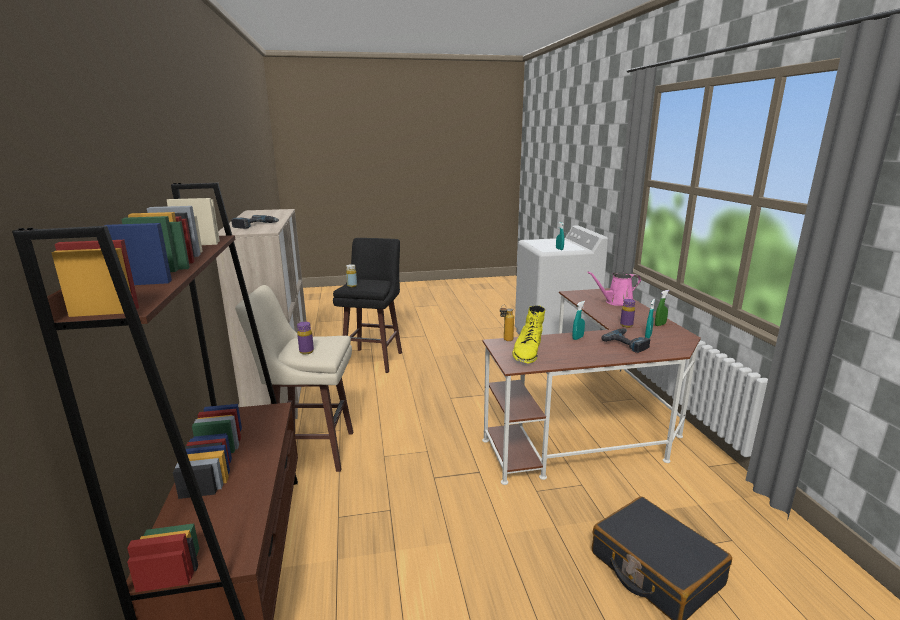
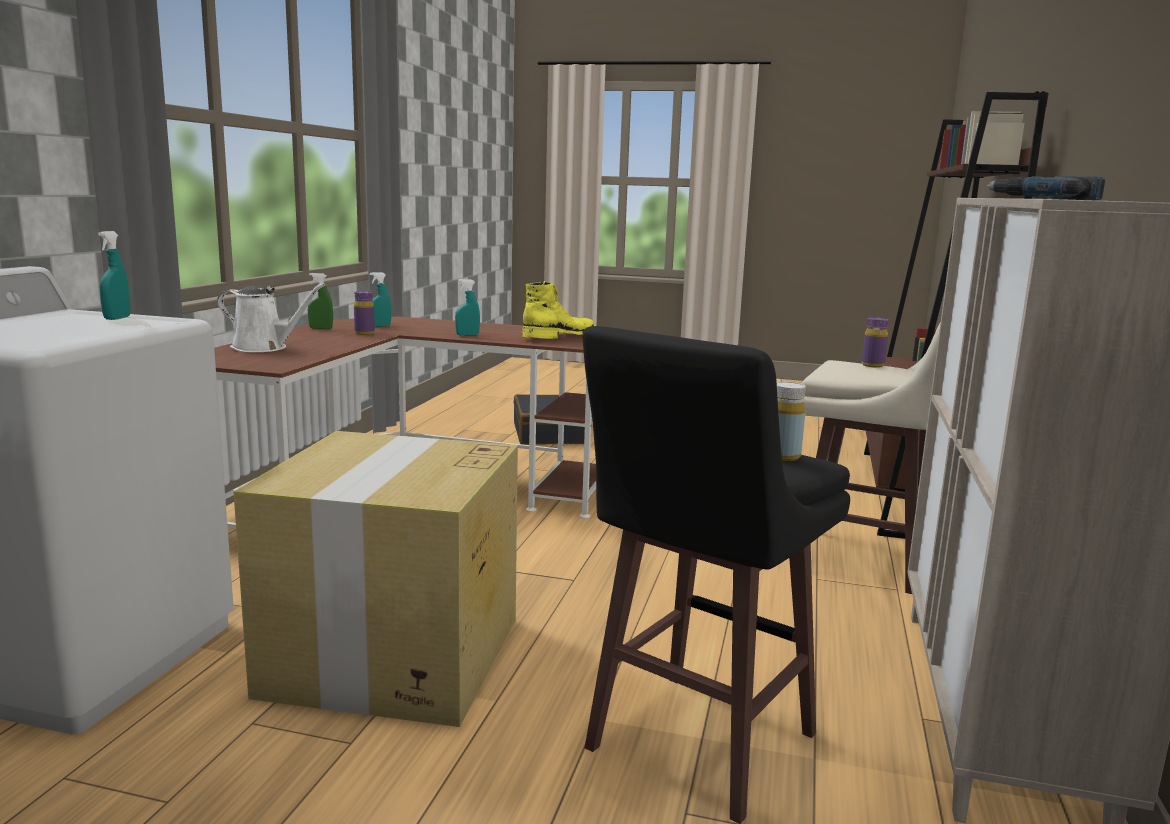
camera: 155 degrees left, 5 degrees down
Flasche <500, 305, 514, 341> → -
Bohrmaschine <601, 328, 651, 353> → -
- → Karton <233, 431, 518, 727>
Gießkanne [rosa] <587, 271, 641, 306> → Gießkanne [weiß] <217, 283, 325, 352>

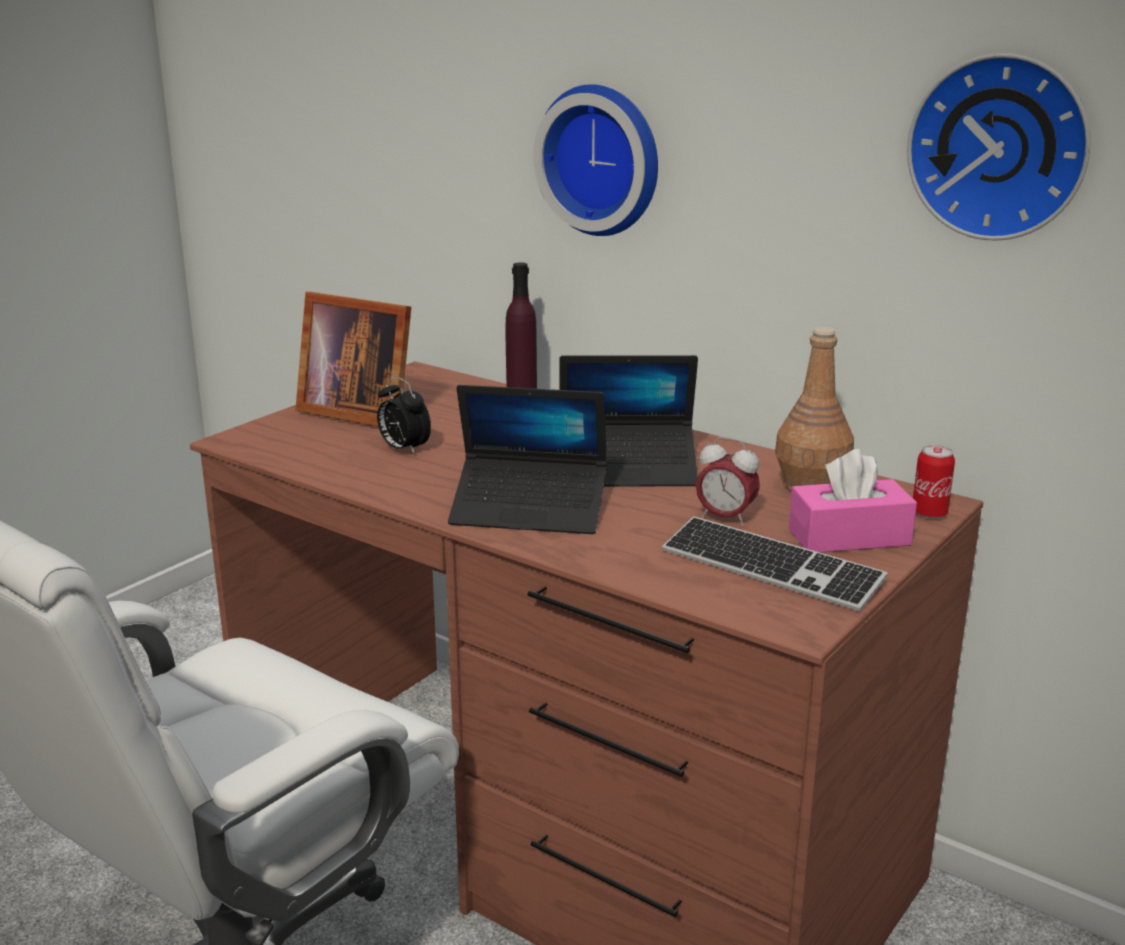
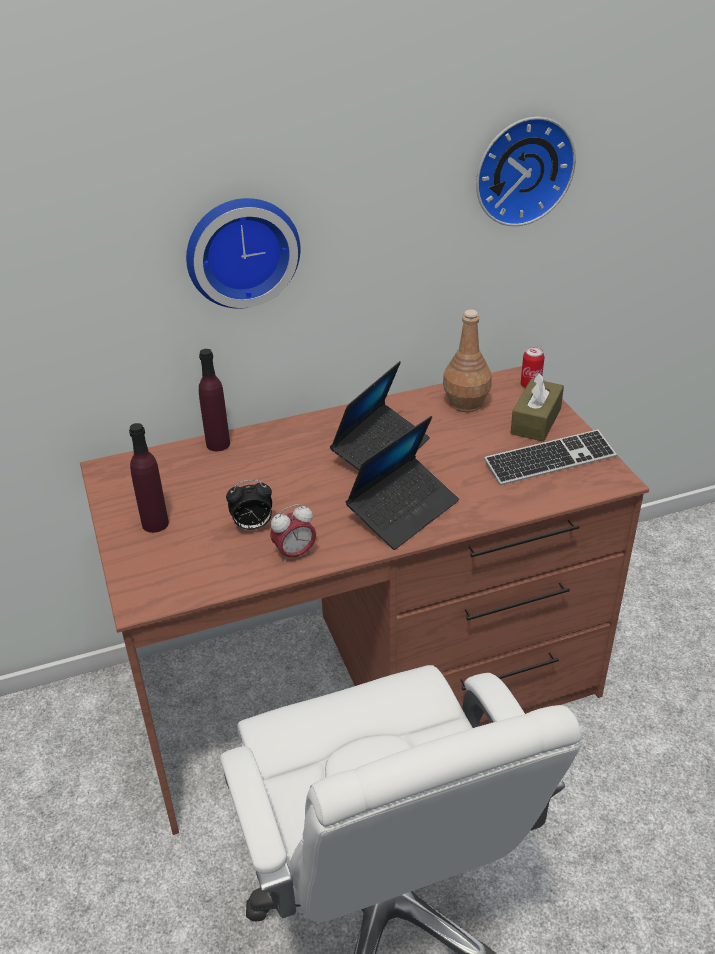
camera: 55 degrees left, 15 degrees up
Wecker <696, 437, 760, 526> → Wecker <270, 504, 316, 564>, shifted
Bilderrahmen <295, 292, 411, 427> → Flasche [lila] <129, 423, 169, 533>
Taschentuchbox [rosa] <789, 449, 917, 553> → Taschentuchbox [braun] <510, 373, 564, 442>

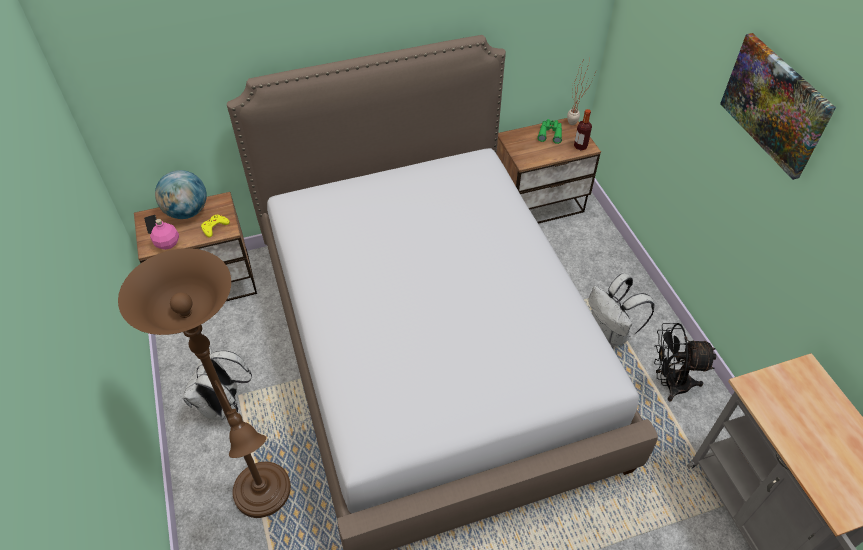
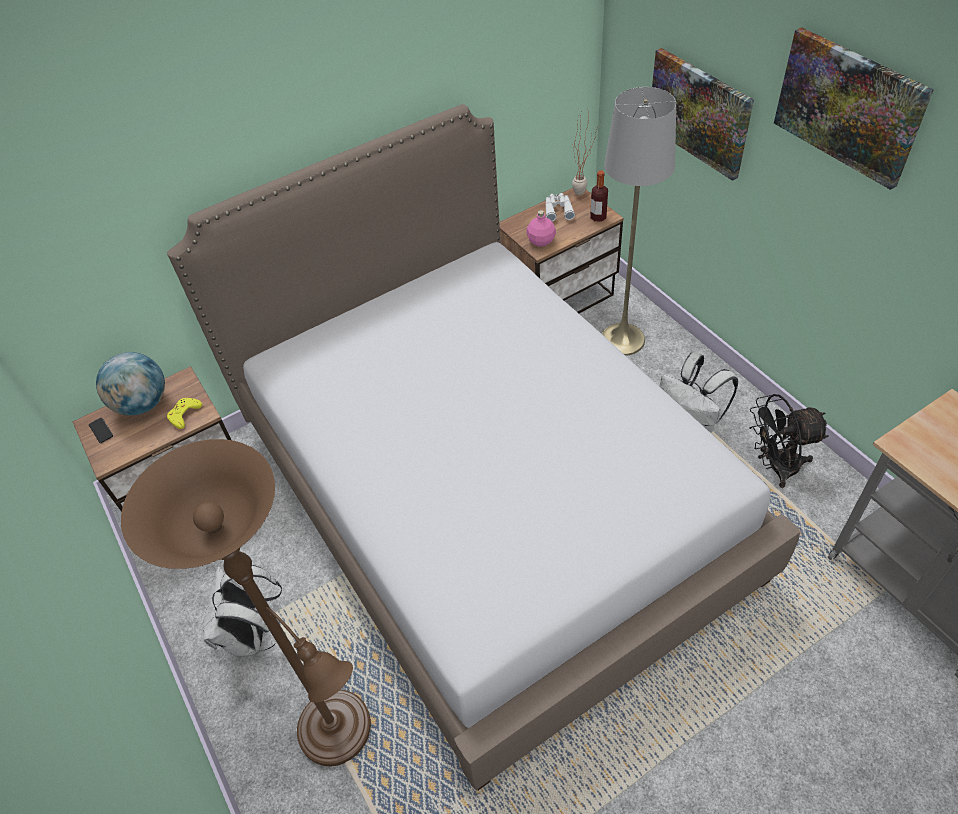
camera: 10 degrees left, 0 degrees up
- → Stehlampe [grau] <602, 87, 676, 356>
- → Bild <652, 48, 754, 181>
Flasche [rosa] <150, 219, 179, 250> → Flasche [rosa] <526, 210, 556, 246>, shifted
Fernglas [grün] <537, 119, 562, 144> → Fernglas [weiß] <545, 193, 575, 222>

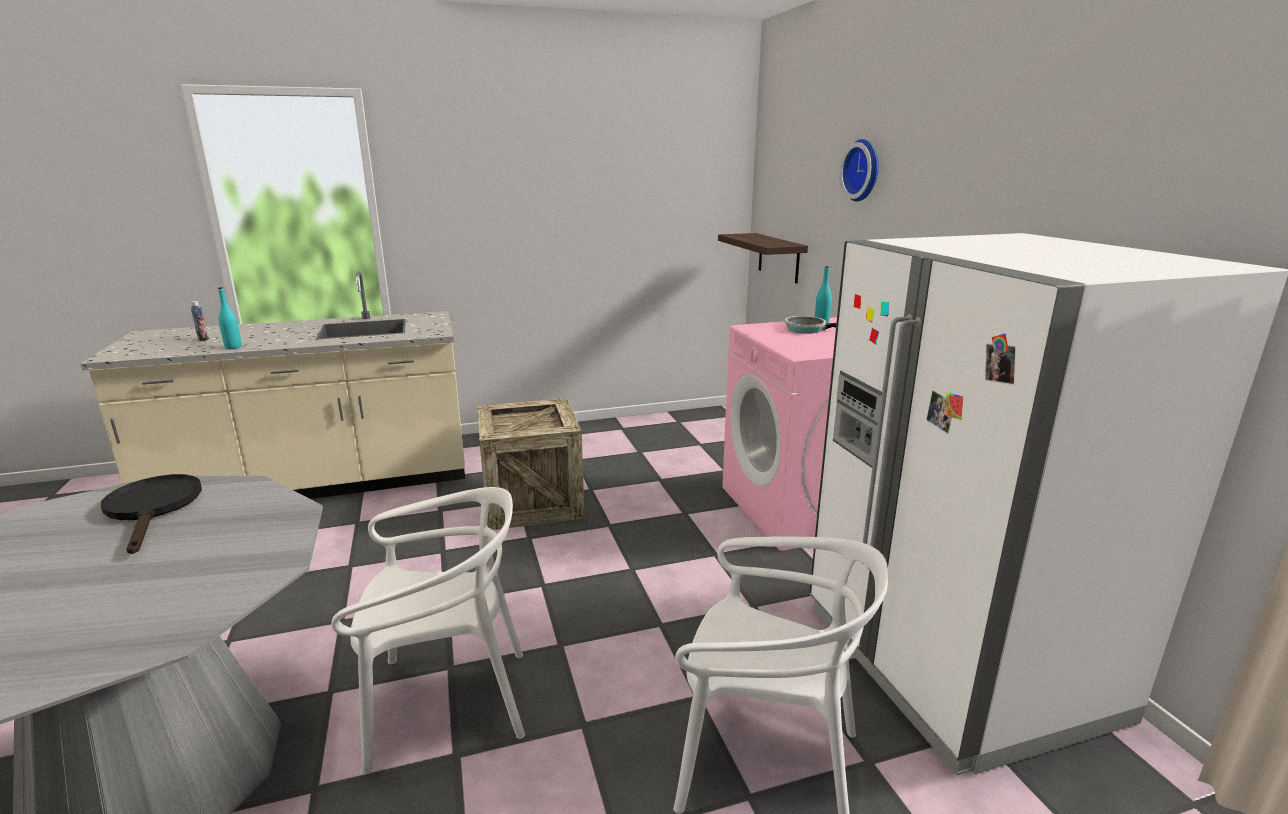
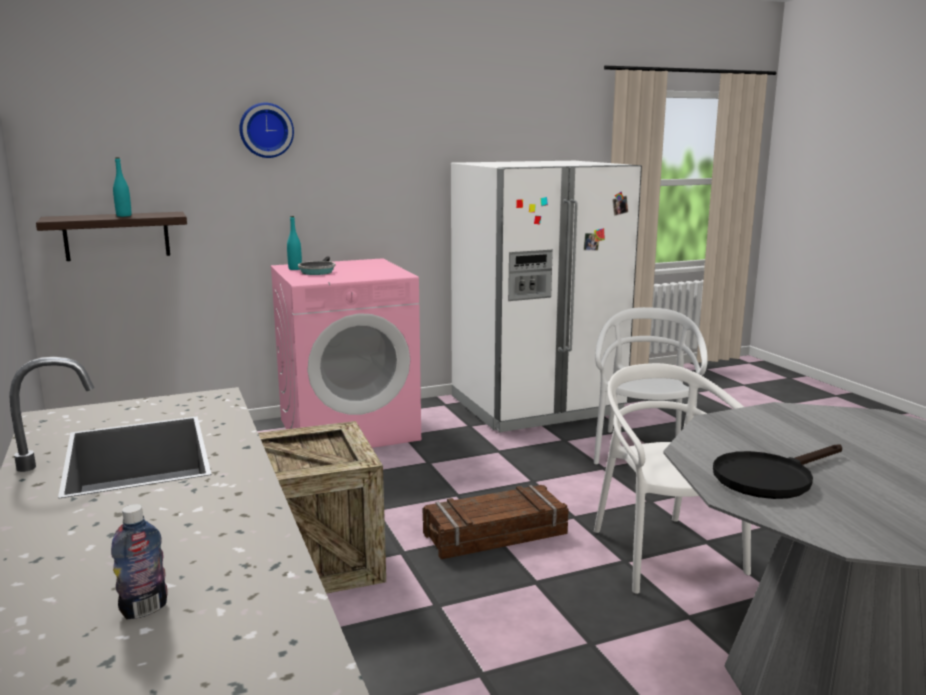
camera: 95 degrees left, 5 degrees down
- → Kiste <423, 485, 569, 559>
Flasche [türkis] <218, 287, 242, 349> → Flasche [türkis] <113, 157, 131, 217>, shifted

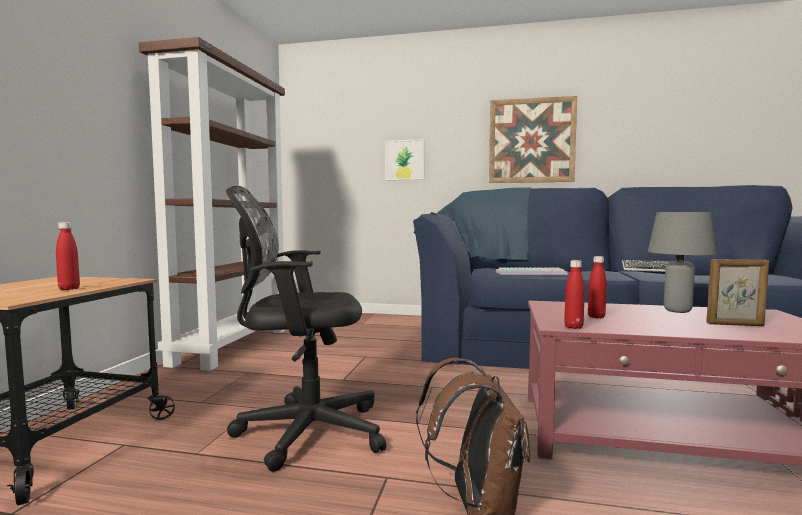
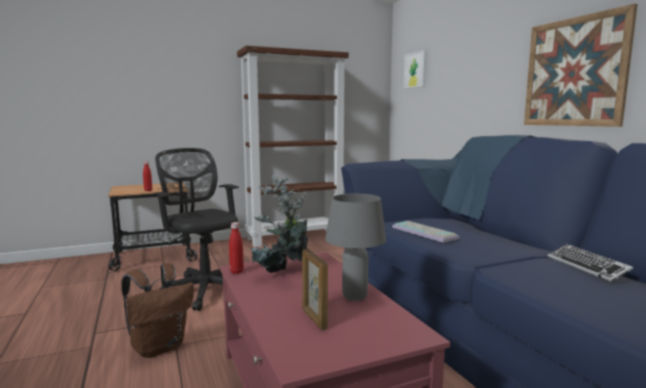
camera: 55 degrees right, 5 degrees up
Bild <385, 139, 424, 180> → Bild <403, 50, 426, 89>, shifted
Flasche [rot] <588, 256, 607, 318> → Topfpflanze <251, 174, 308, 273>

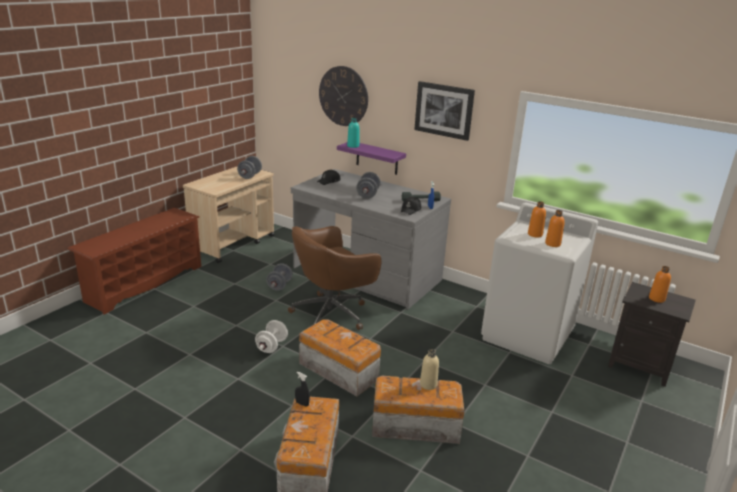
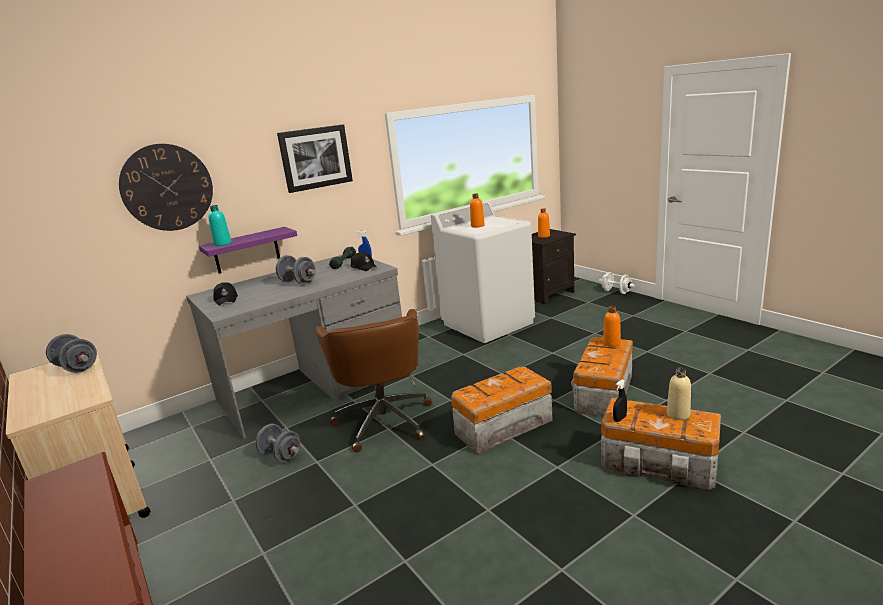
camera: 65 degrees left, 5 degrees down
Hantel [weiß] <255, 320, 288, 353> → Hantel [weiß] <599, 272, 634, 294>, shifted
Flasche [beige] <420, 349, 439, 390> → Flasche [beige] <667, 368, 691, 420>, shifted
Flasche [orange] <545, 210, 565, 247> → Flasche [orange] <603, 306, 621, 347>, shifted

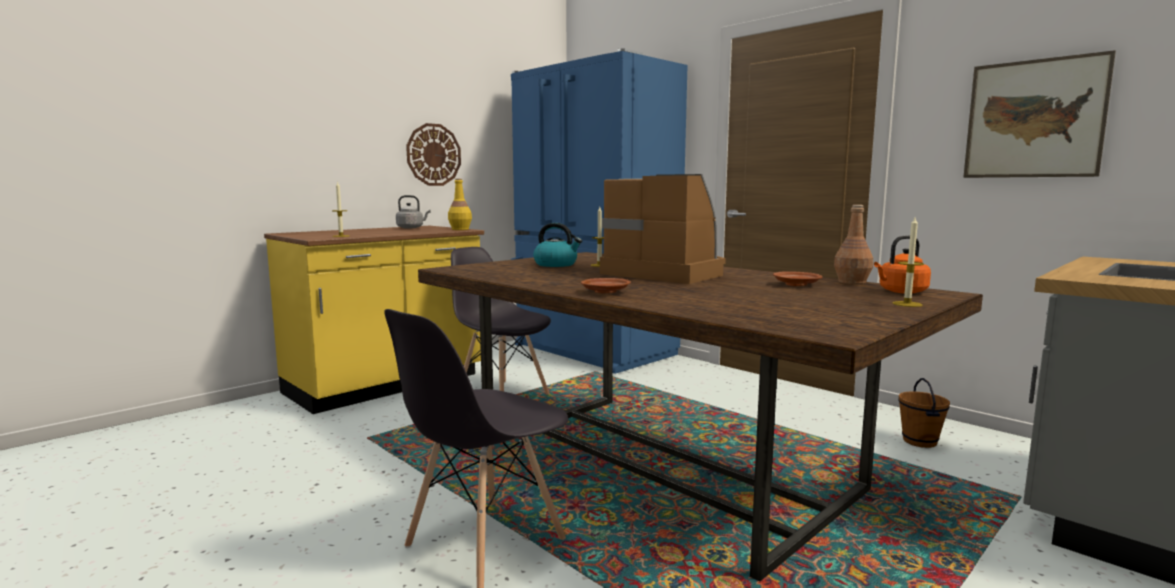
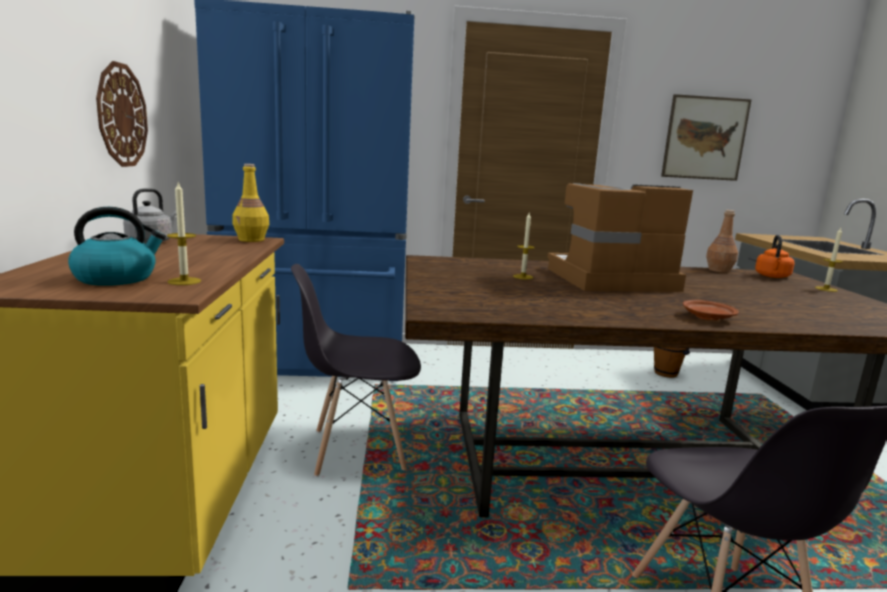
camera: 50 degrees left, 5 degrees up
Teller [braun] <773, 271, 823, 286> → -
Wasserkessel <533, 223, 582, 267> → Wasserkessel <68, 207, 166, 286>, shifted

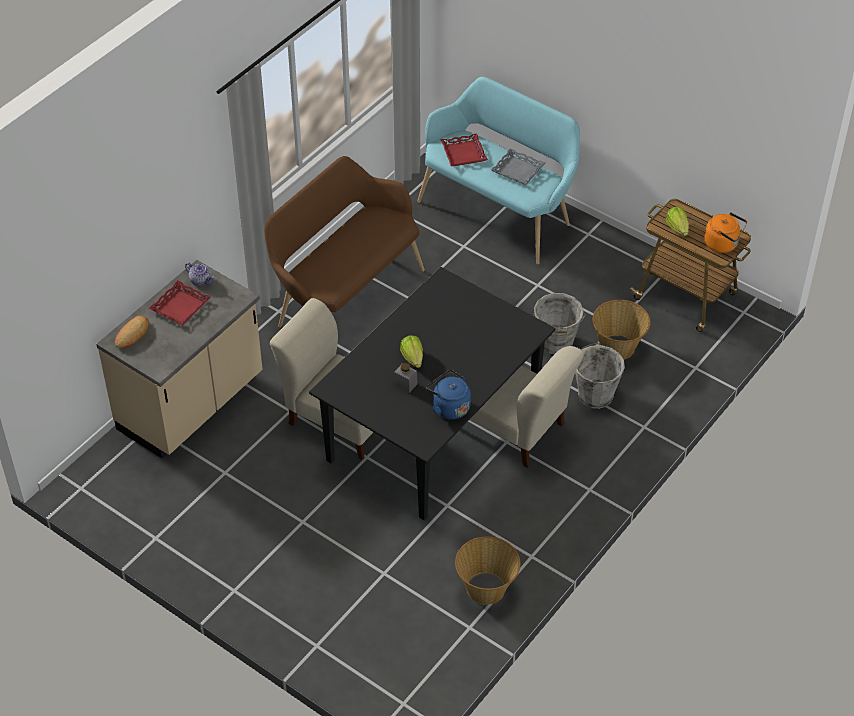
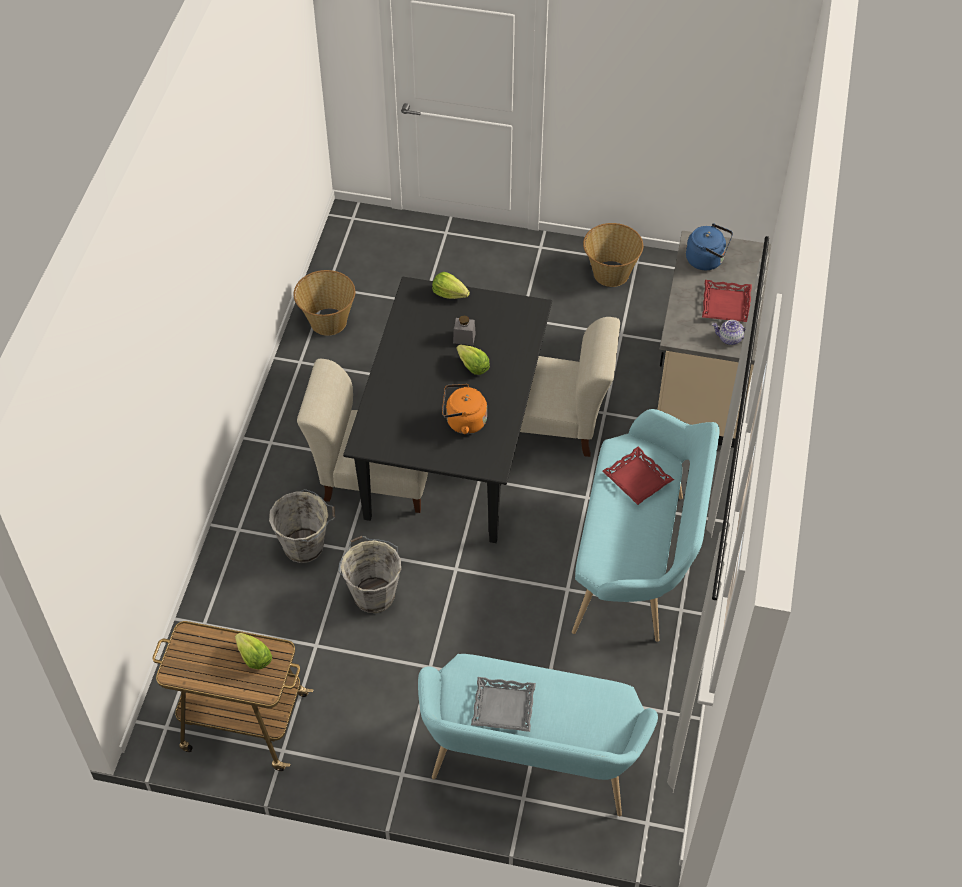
camera: 155 degrees right, 5 degrees up
Brot <115, 316, 149, 348> → -
- → Salatkopf <432, 272, 470, 299>
Wasserkessel [blau] <426, 370, 471, 419> → Wasserkessel [blau] <686, 223, 733, 270>, shifted
Tablett [rot] <440, 133, 488, 166> → Tablett [rot] <602, 447, 674, 505>, shifted
Korb <593, 300, 651, 360> → Korb <583, 223, 643, 287>, shifted
Wasserkessel [orange] <705, 212, 747, 253> → Wasserkessel [orange] <442, 384, 487, 434>, shifted
Bank [braun] <264, 156, 425, 328> → Bank [türkis] <572, 409, 719, 642>

